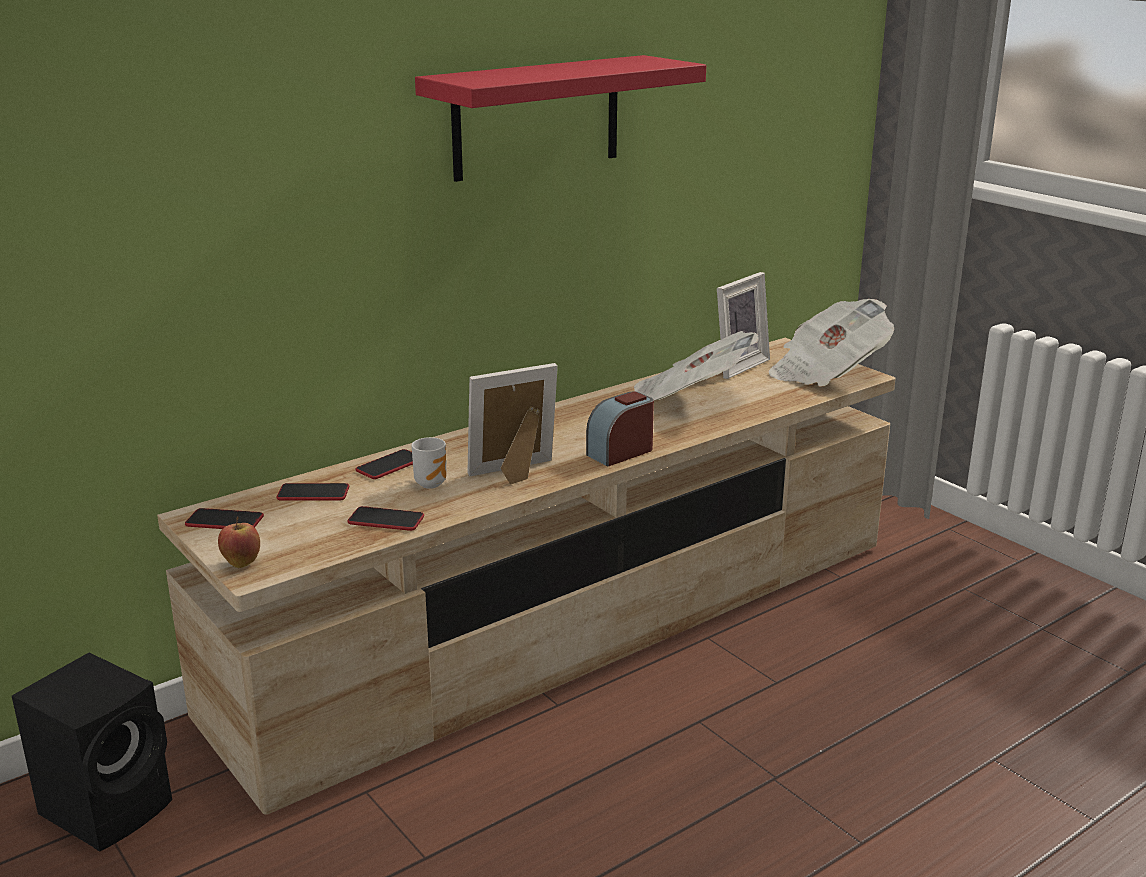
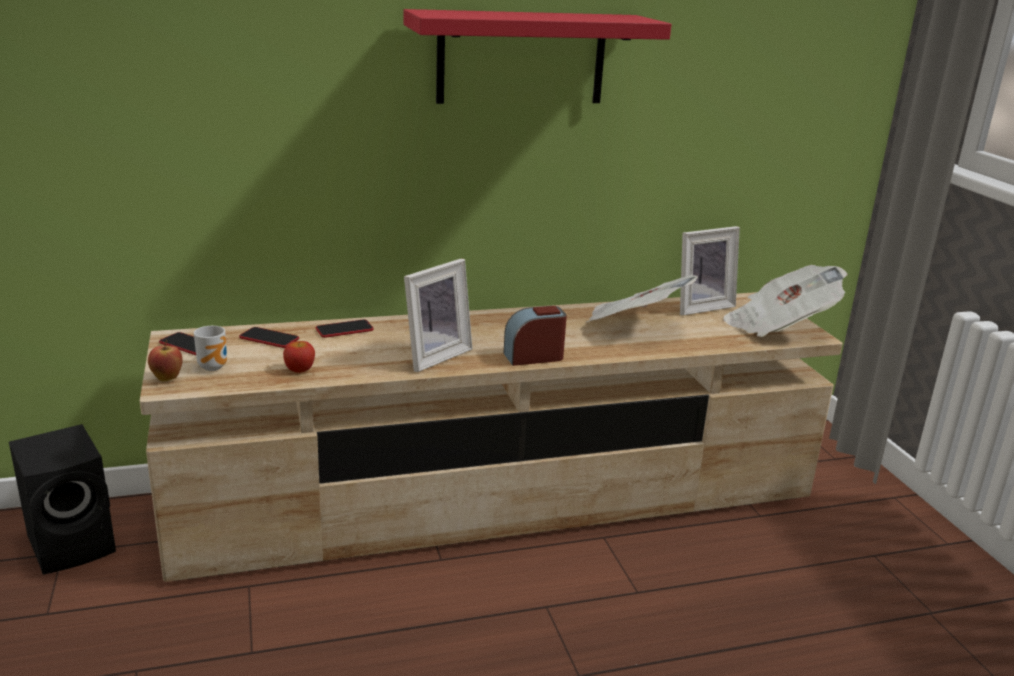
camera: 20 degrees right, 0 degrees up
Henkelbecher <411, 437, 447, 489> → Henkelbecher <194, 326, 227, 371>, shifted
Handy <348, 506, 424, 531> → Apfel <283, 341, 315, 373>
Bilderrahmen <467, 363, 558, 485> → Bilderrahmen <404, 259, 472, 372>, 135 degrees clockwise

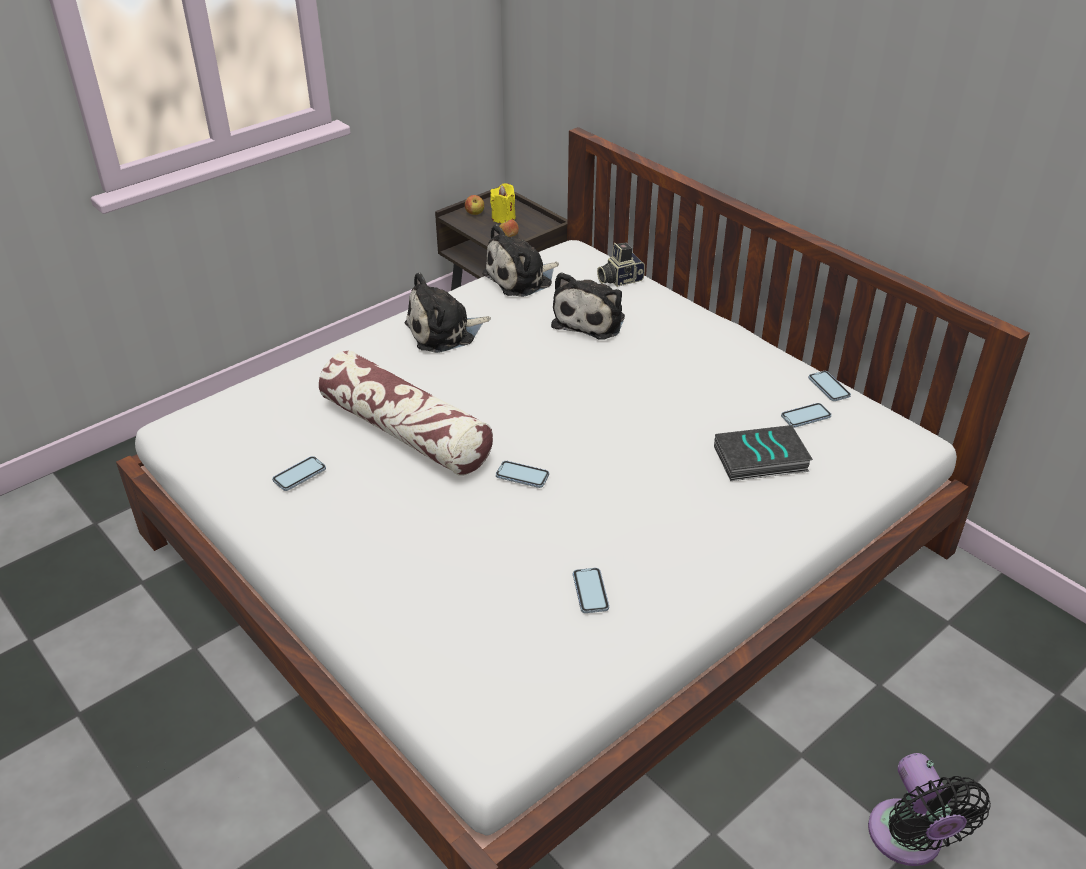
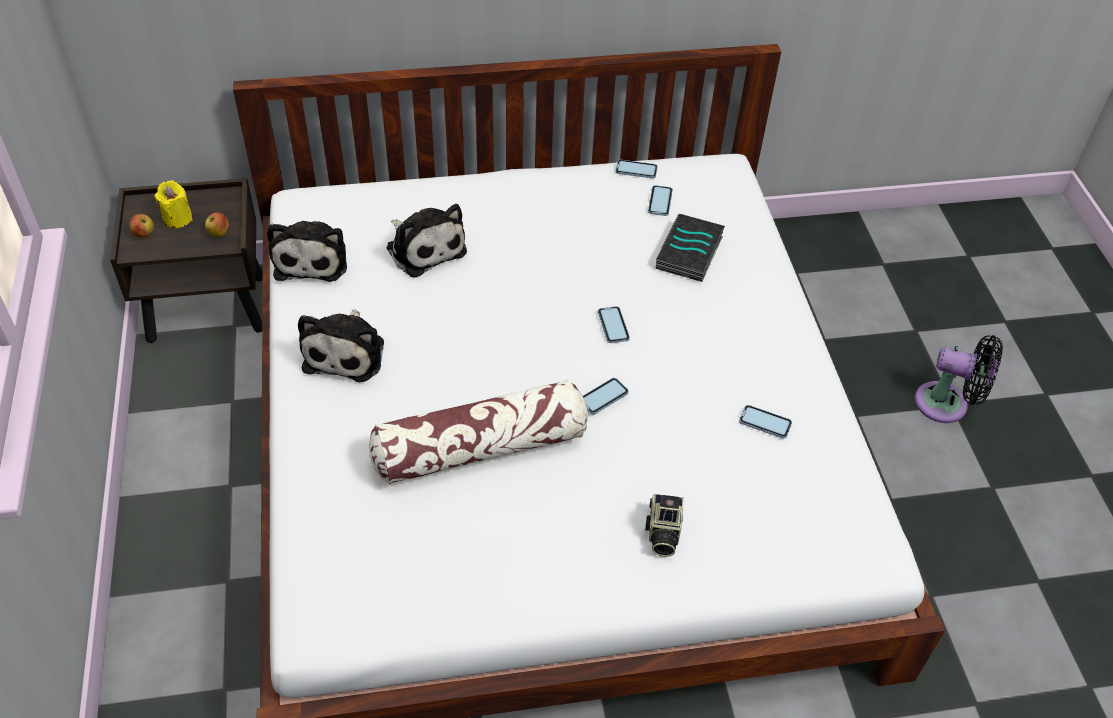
camera: 60 degrees left, 10 degrees up
Handy <272, 456, 326, 491> → Handy <598, 306, 630, 343>, shifted
Kamera <597, 242, 645, 287> → Kamera <645, 494, 684, 557>, shifted

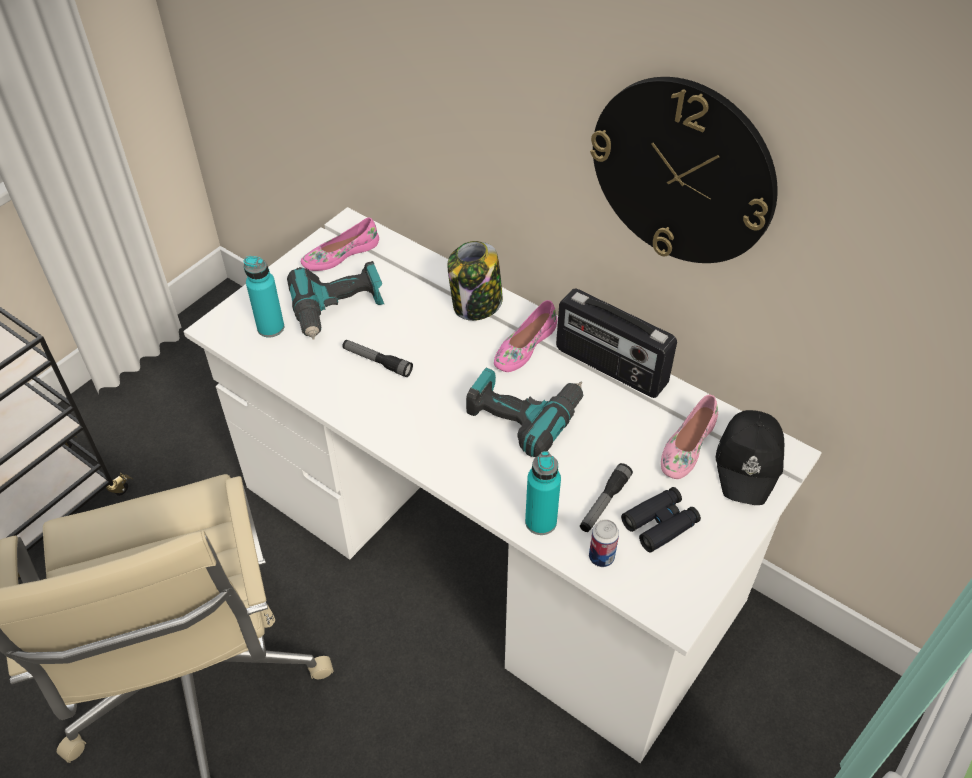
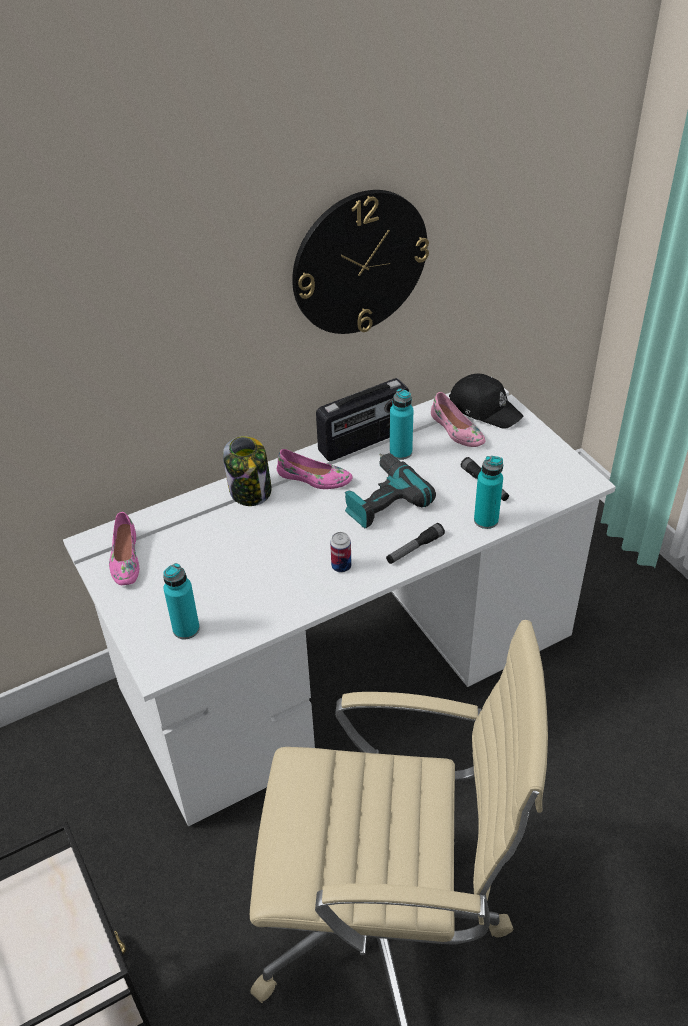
camera: 65 degrees left, 5 degrees down
Bohrmaschine <287, 261, 384, 340> → -
Fernglas [schwarz] <621, 487, 701, 553> → -
- → Flasche [türkis] <390, 388, 413, 460>
Taschenlampe <342, 340, 413, 377> → Taschenlampe <386, 523, 445, 564>, shifted
Dose <589, 519, 619, 567> → Dose <330, 532, 352, 573>, shifted
Schuh [rosa] <494, 300, 557, 372> → Schuh [rosa] <277, 449, 353, 489>, 45 degrees counterclockwise

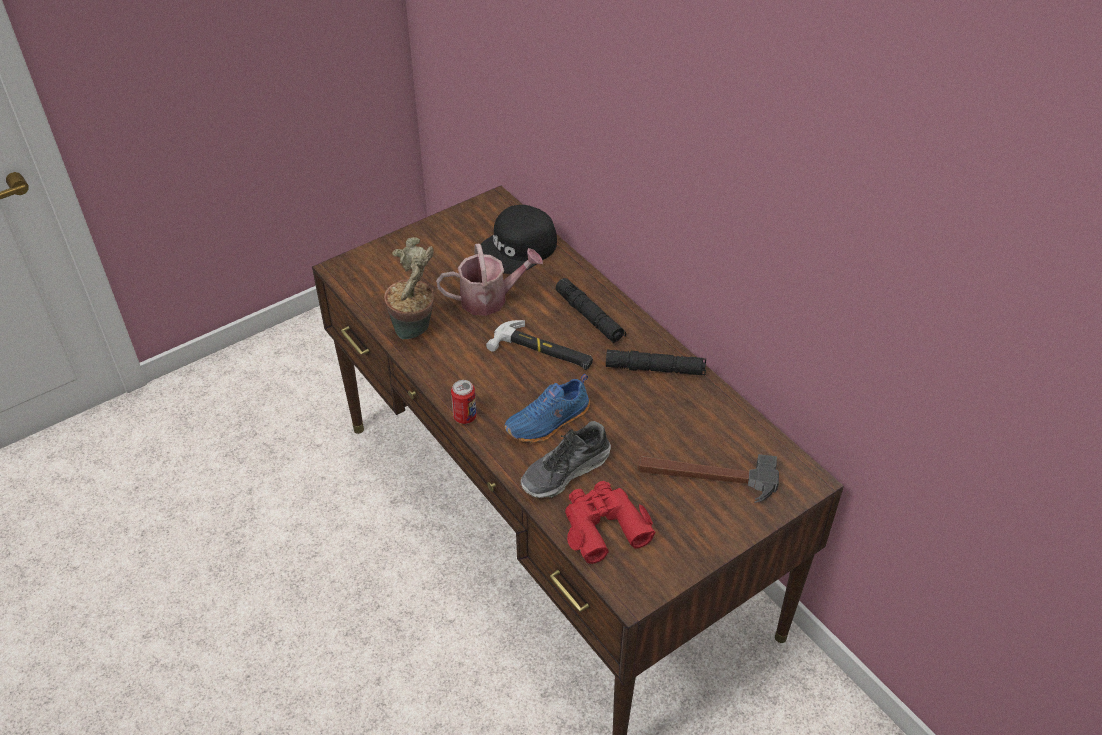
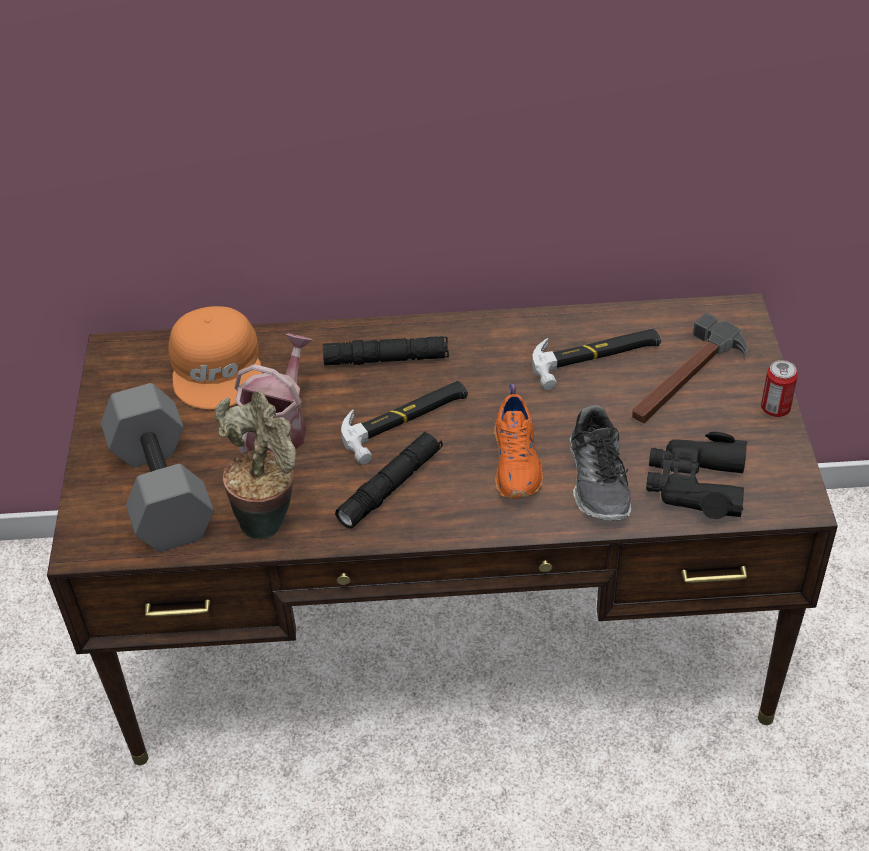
camera: 55 degrees left, 0 degrees up
- → Hantel [grau] <101, 383, 214, 552>
- → Hammer <532, 328, 661, 390>
Dose <451, 380, 477, 424> → Dose <761, 360, 798, 417>, shifted
Taschenlampe [schwarz] <606, 350, 706, 375> → Taschenlampe [schwarz] <335, 431, 443, 529>, shifted
Kappe [schwarz] <481, 205, 557, 274> → Kappe [orange] <168, 306, 262, 409>
Schuh [blau] <504, 374, 590, 443> → Schuh [orange] <494, 384, 543, 499>
Fernglas [rot] <565, 481, 656, 564> → Fernglas [schwarz] <646, 432, 747, 519>

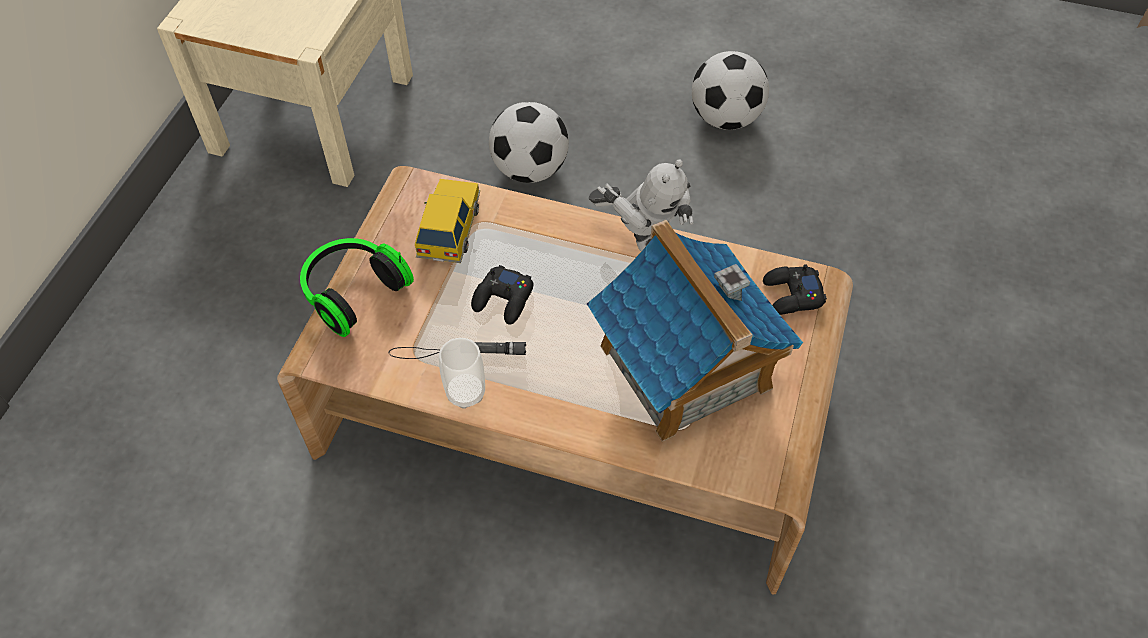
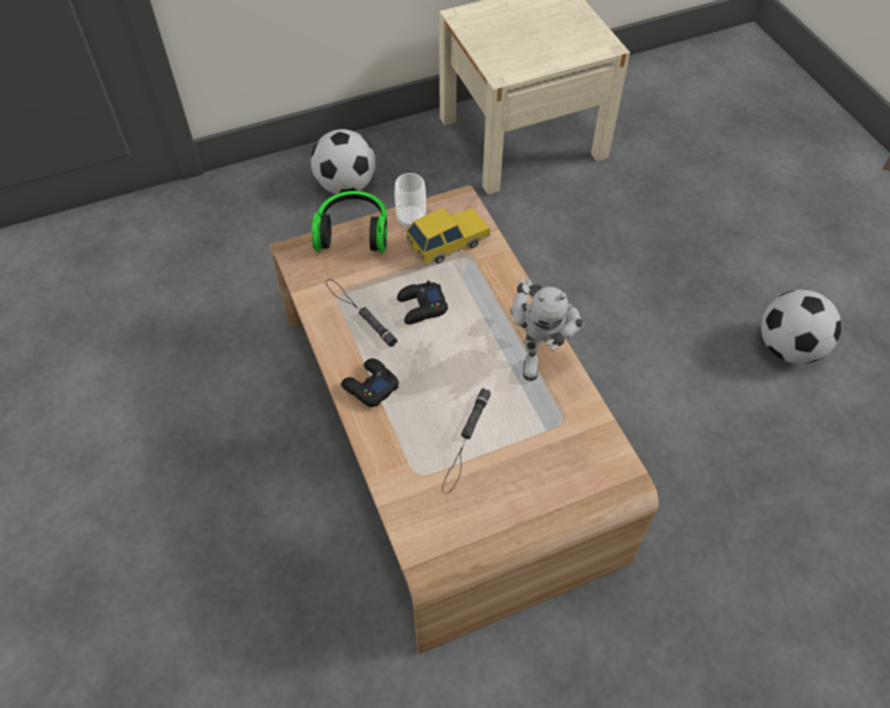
camera: 50 degrees right, 0 degrees up
Tasse <439, 338, 485, 409> → Tasse <395, 173, 426, 228>, shifted
Fußball <489, 102, 569, 183> → Fußball <311, 129, 376, 194>, shifted
Gamepad [schwarz] <763, 264, 827, 315> → Gamepad [schwarz] <341, 358, 399, 407>, shifted
Spielzeughaus <587, 220, 803, 442> → Taschenlampe [schwarz] <442, 388, 491, 493>

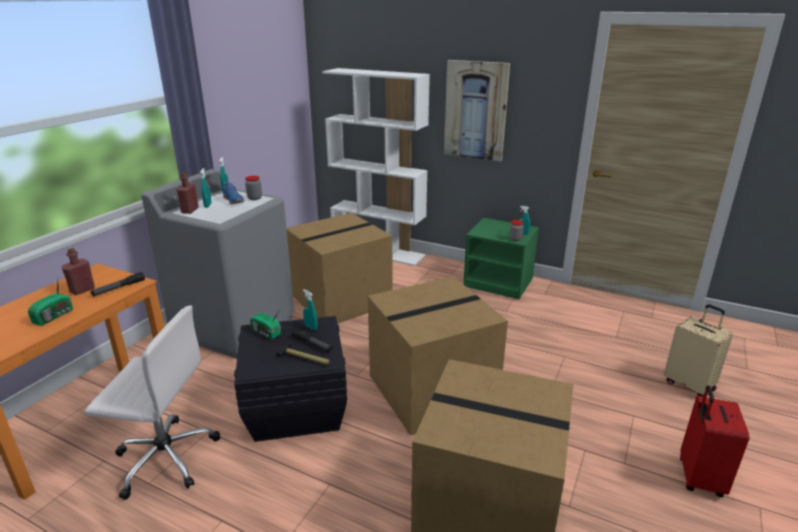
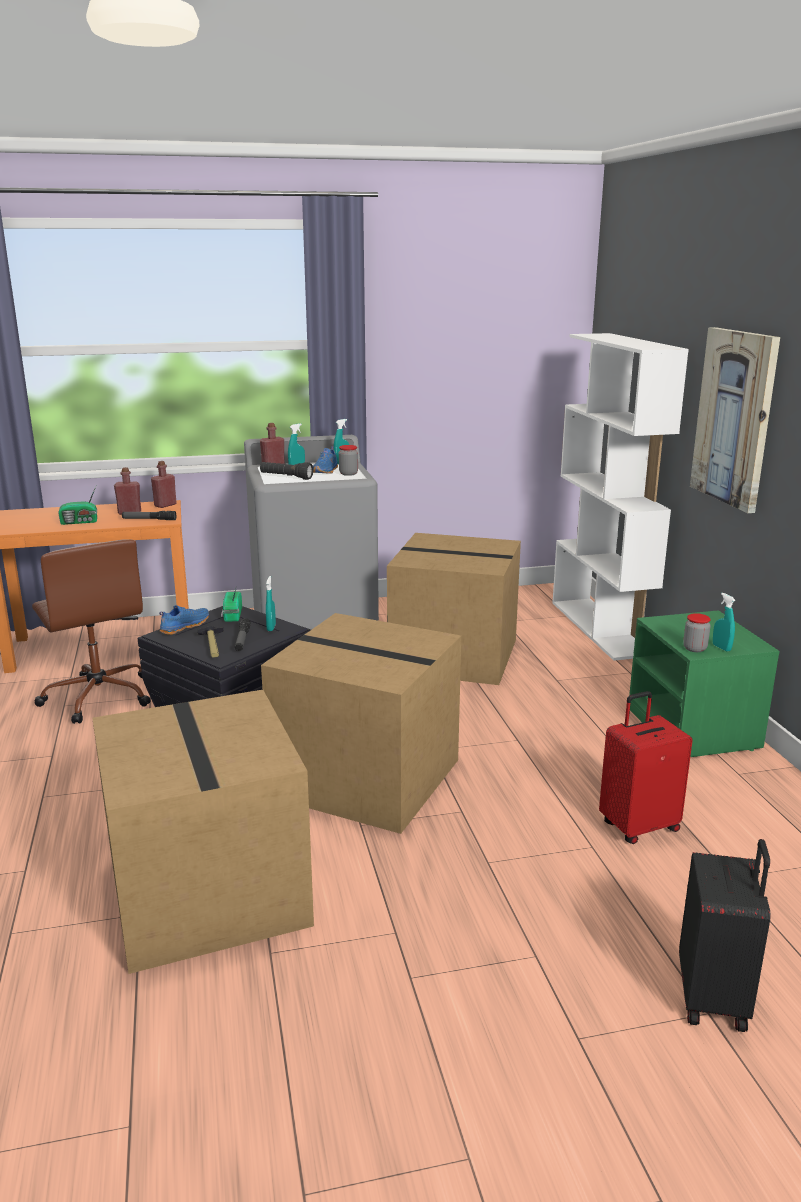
camera: 50 degrees right, 5 degrees down
- → Flasche [rot] <151, 461, 177, 508>
- → Schuh [blau] <159, 605, 209, 635>
- → Taschenlampe [schwarz] <260, 462, 313, 480>
Koffer [rot] <680, 386, 749, 497> → Koffer [rot] <599, 691, 693, 844>, shifted
Bürostuhl [weiß] <85, 305, 220, 500> → Bürostuhl [braun] <32, 539, 151, 724>
Koffer [beige] <664, 304, 733, 397> → Koffer [schwarz] <679, 839, 771, 1032>

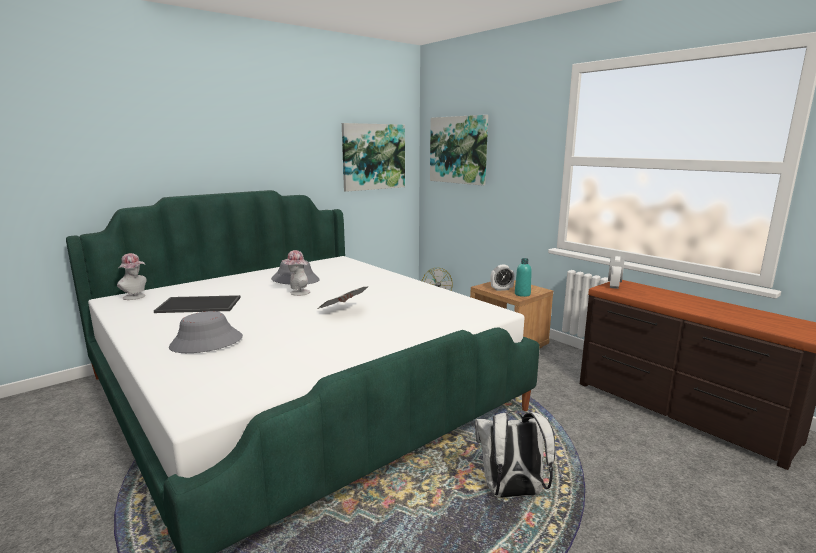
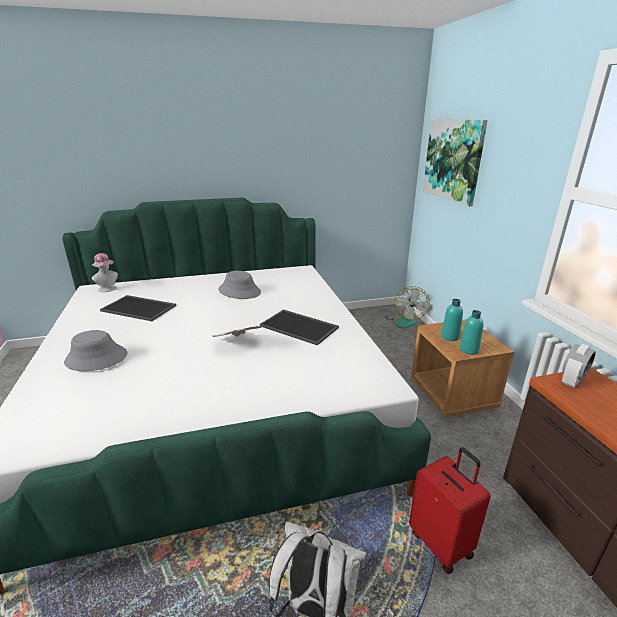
camera: 25 degrees right, 10 degrees up
Hut <282, 250, 310, 296> → -
Bild <342, 123, 405, 192> → -
- → Tablett <260, 309, 339, 345>
- → Koffer [rot] <409, 447, 491, 574>
Wecker <490, 265, 515, 291> → Flasche [türkis] <441, 299, 463, 341>

